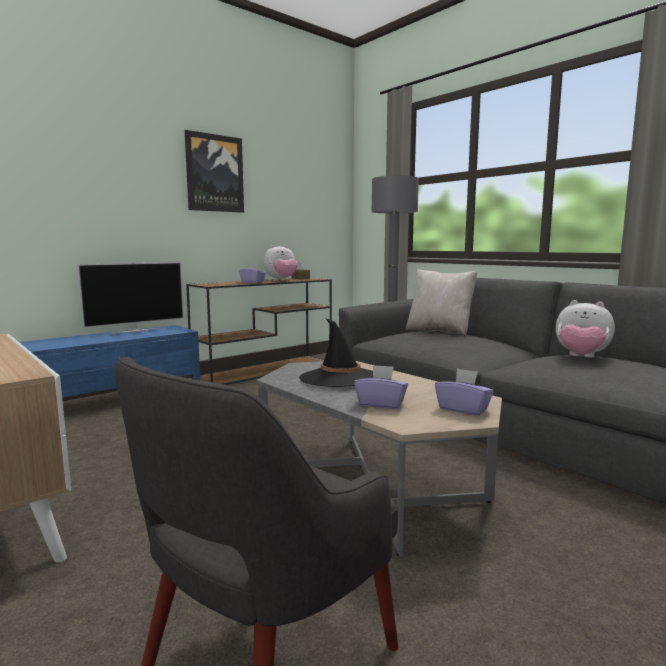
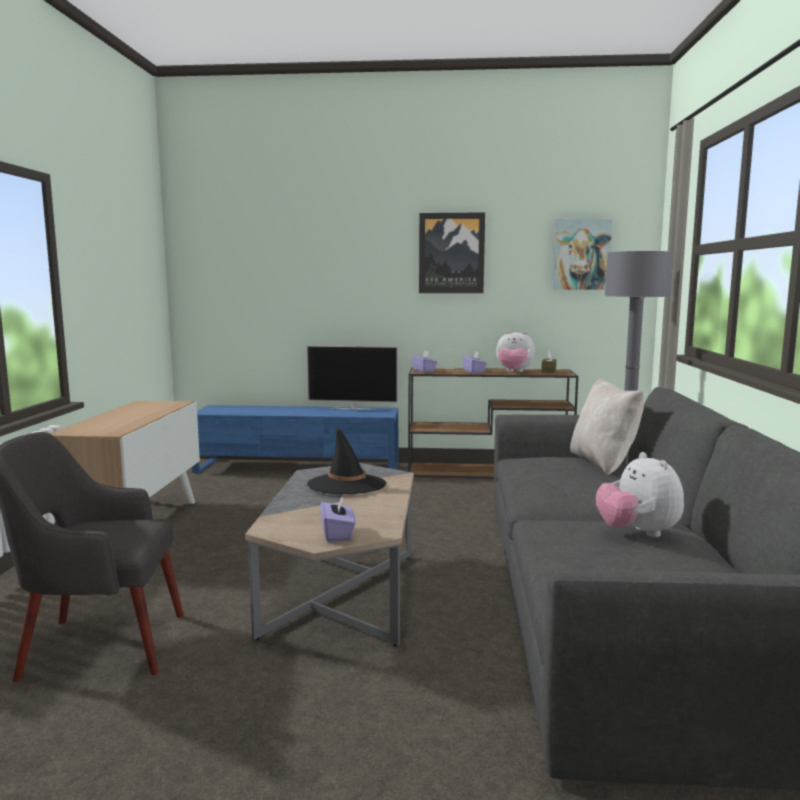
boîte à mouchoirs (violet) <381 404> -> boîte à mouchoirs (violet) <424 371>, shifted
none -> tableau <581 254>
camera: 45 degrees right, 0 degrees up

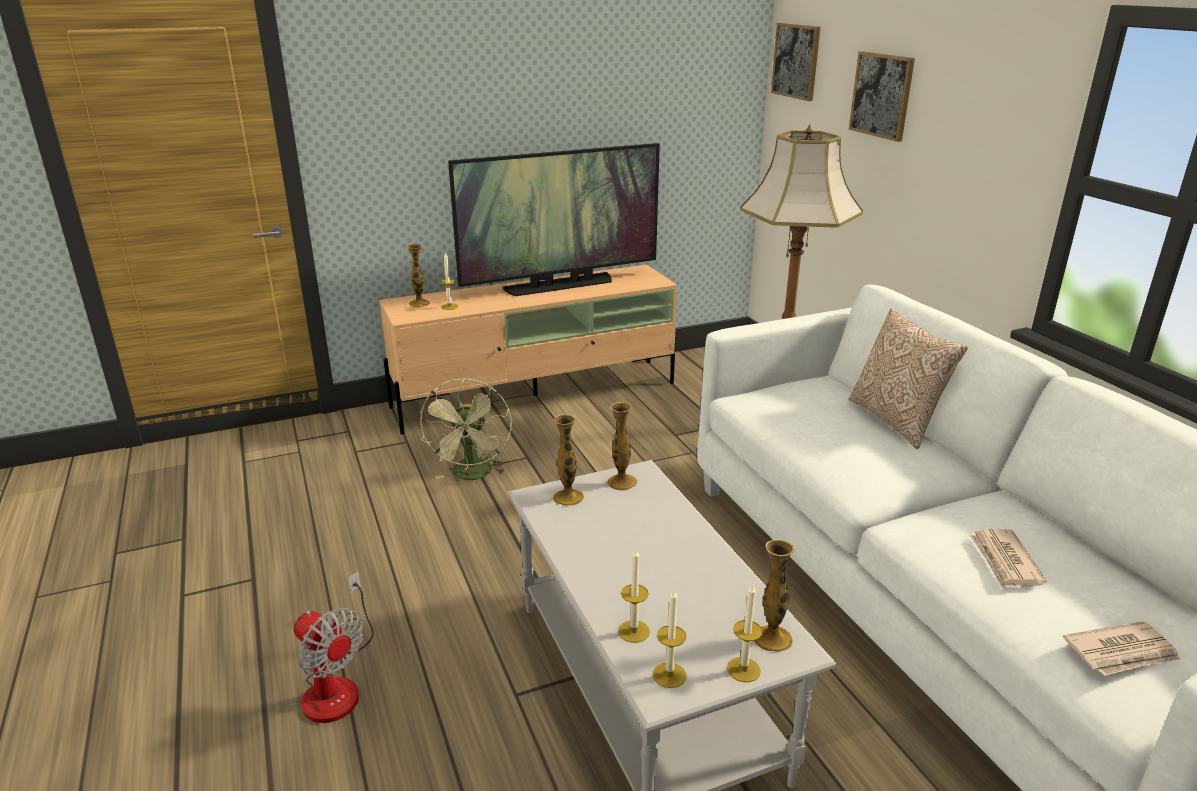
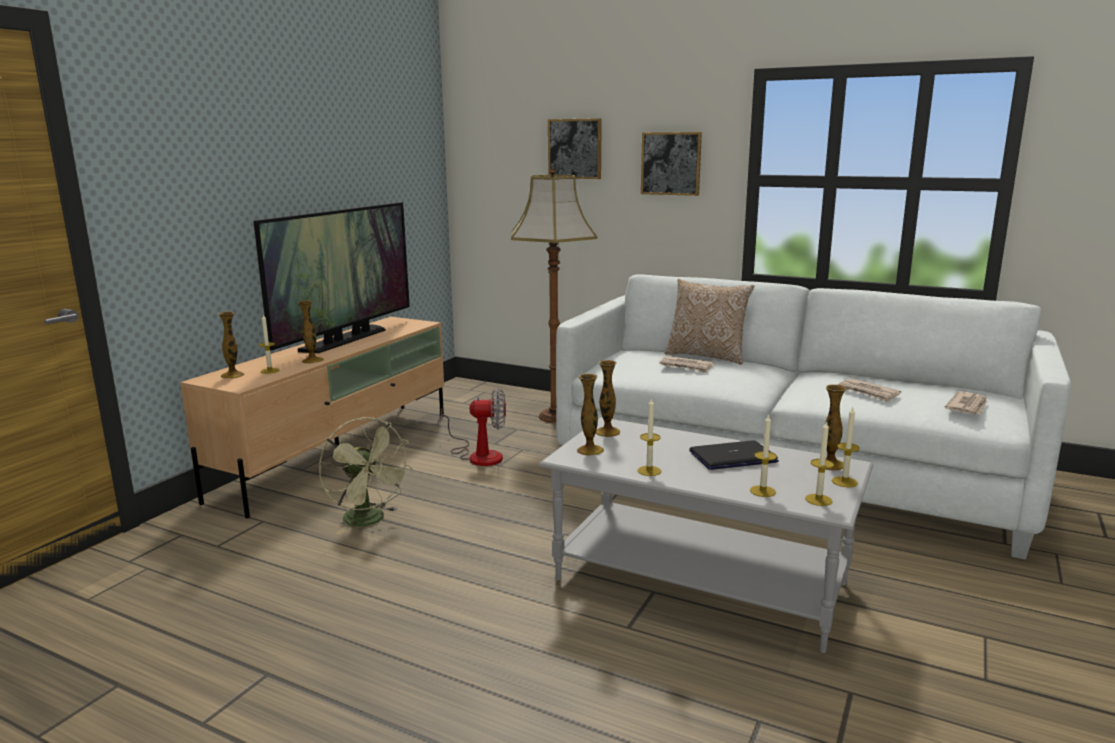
ventilateur <337 684> -> ventilateur <478 455>, shifted
tableau <796 61> -> tableau <671 163>, shifted
none -> vase <312 360>
none -> bougie <649 471>
none -> journal <686 366>
none -> ordinateur portable <732 457>
camera: 40 degrees left, 10 degrees down

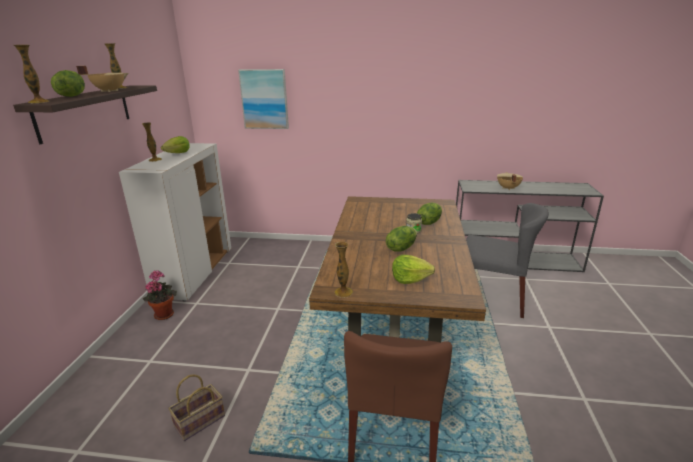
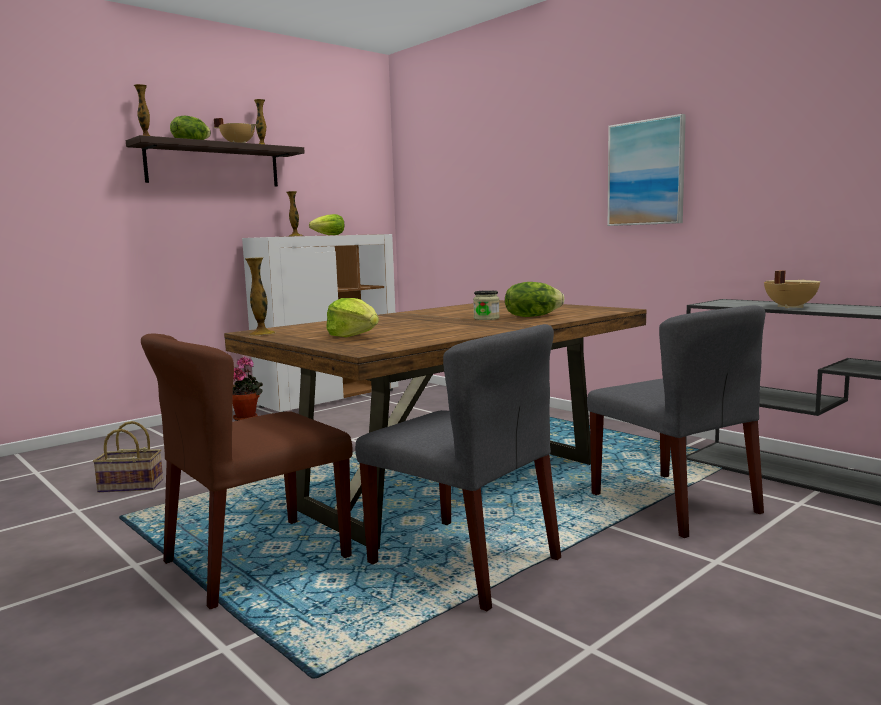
tableau <264 99> -> tableau <646 173>, shifted
laitue <401 248> -> none
none -> chaise (gris) <465 561>
camera: 40 degrees right, 15 degrees down

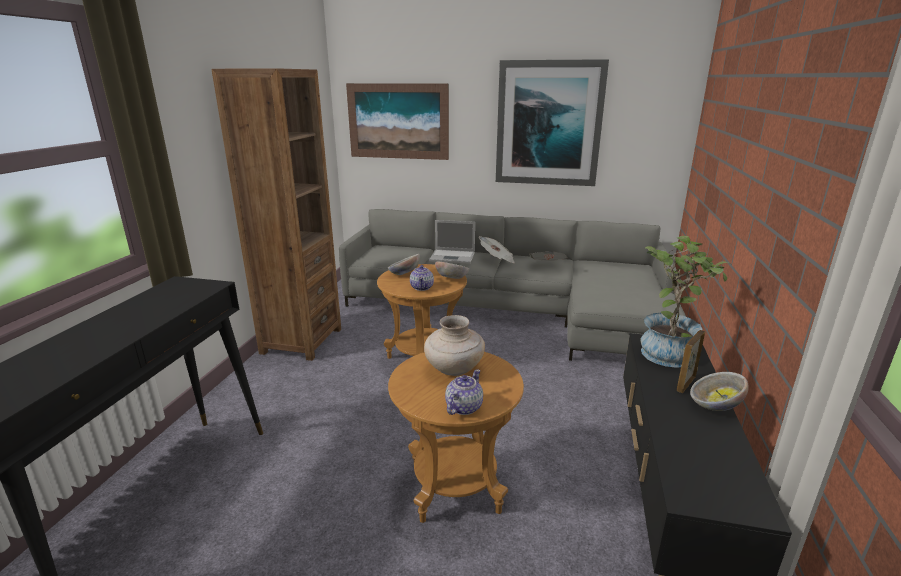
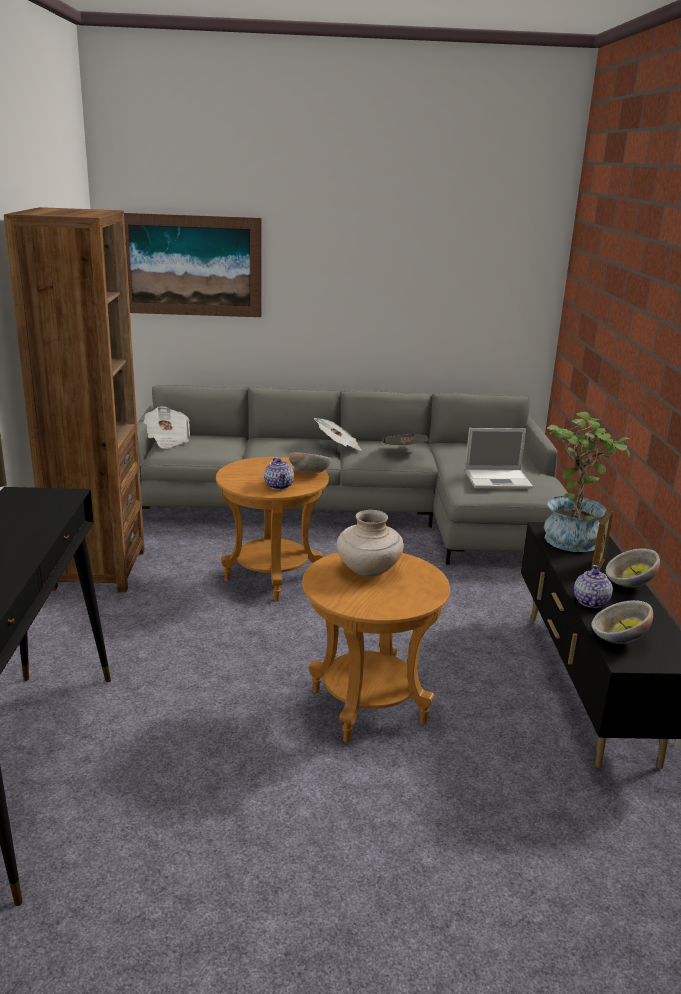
bol <404 274> -> bol <618 639>, shifted
ordinateur portable <453 257> -> ordinateur portable <499 479>, shifted
théière <463 407> -> théière <590 602>, shifted
tableau <548 124> -> none
none -> journal <167 440>
camera: 15 degrees left, 0 degrees up

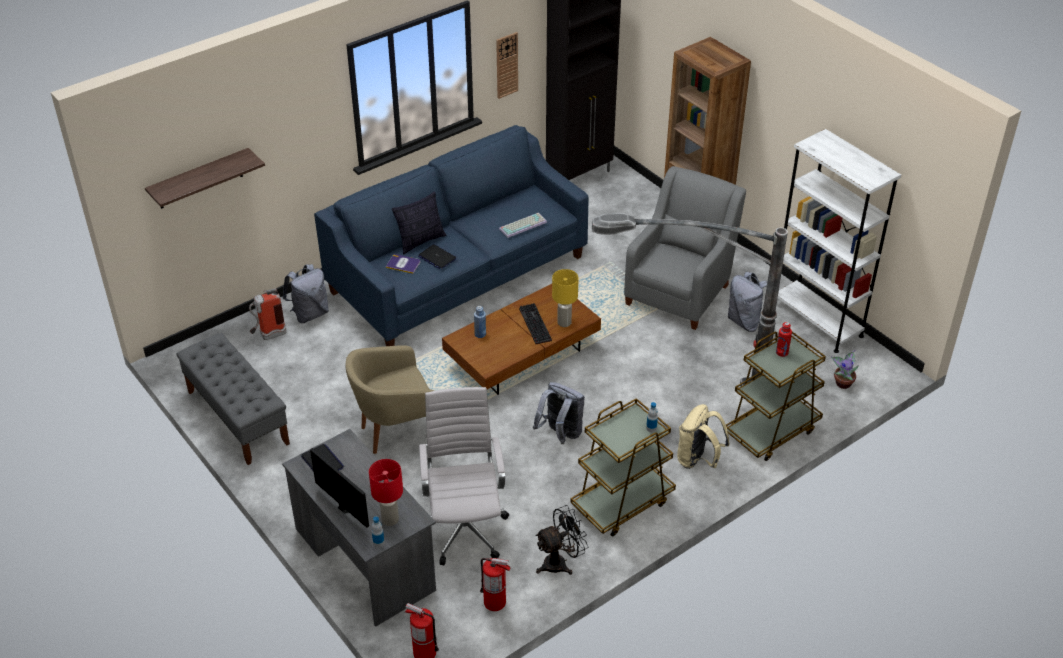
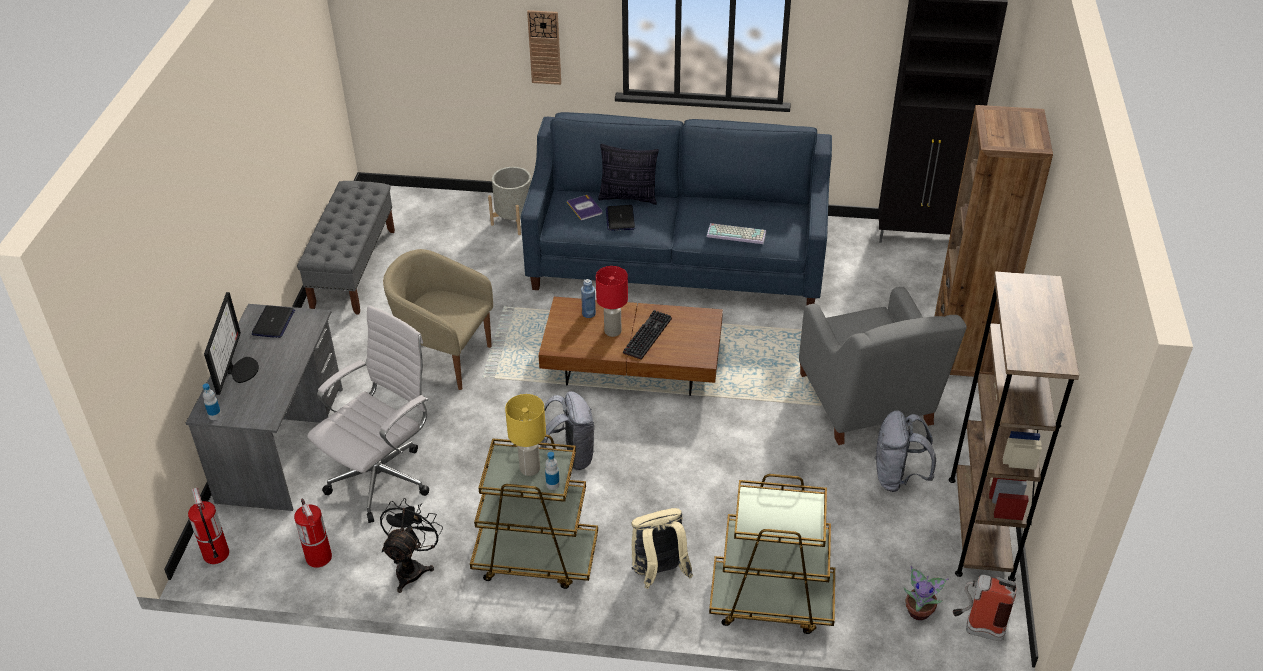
étagère <199 179> -> none
extincteur <268 336> -> extincteur <976 629>, shifted
sac à dos (gris) <309 314> -> cache-pot (gris) <514 221>
lampe de table (rouge) <390 519> -> lampe de table (rouge) <613 331>, shifted
horloge murale <506 65> -> horloge murale <544 47>, shifted
ventilateur (noir) <560 562> -> ventilateur (noir) <412 567>, 90 degrees counterclockwise
lampe de table (jaune) <564 323> -> lampe de table (jaune) <530 469>, shifted
lampadaire <679 390> -> none
fauteuil (gris) <679 291> -> fauteuil (gris) <867 403>, 90 degrees clockwise
bouteille (rouge) <782 352> -> none
bibliothèque (blanc) <816 320> -> bibliothèque (marron) <980 527>
camera: 45 degrees right, 0 degrees up

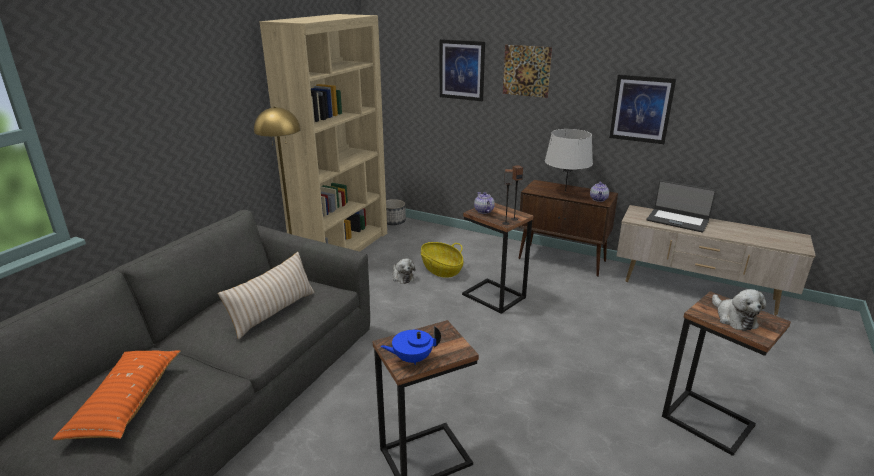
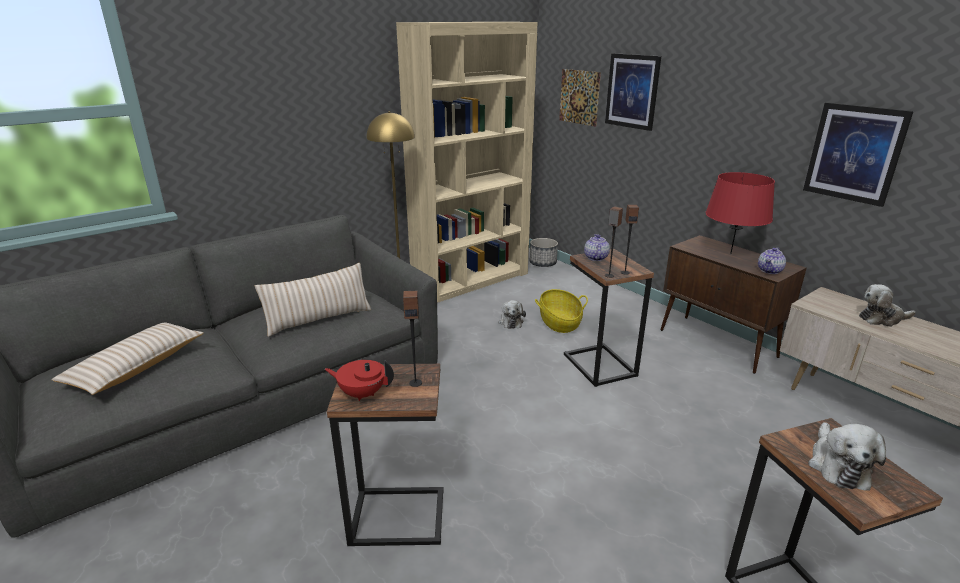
coussin (orange) <126 402> -> coussin (beige) <136 367>
théière (bleu) <412 359> -> théière (rouge) <362 393>
tableau <526 71> -> tableau <579 97>, shifted
lampe de table (gris) <565 191> -> lampe de table (rouge) <730 254>
ordinateur portable <677 220> -> peluche <882 319>
none -> enceinte <415 383>
camera: 25 degrees right, 0 degrees up

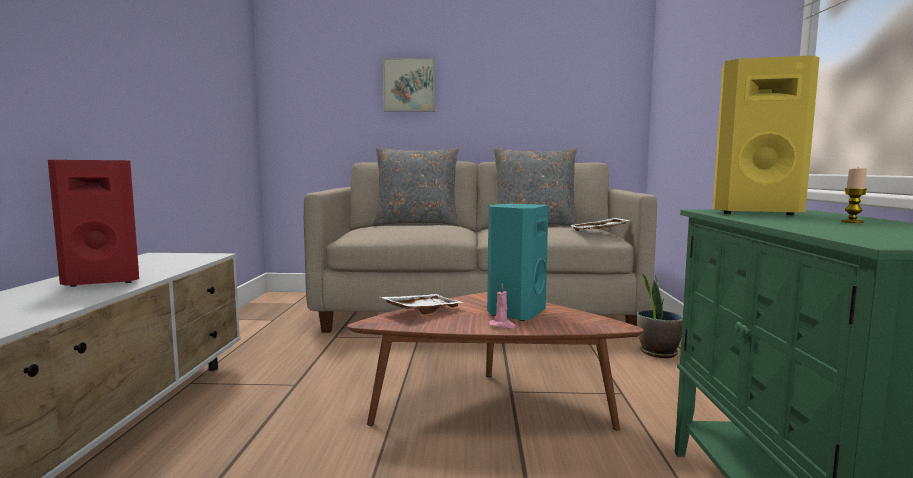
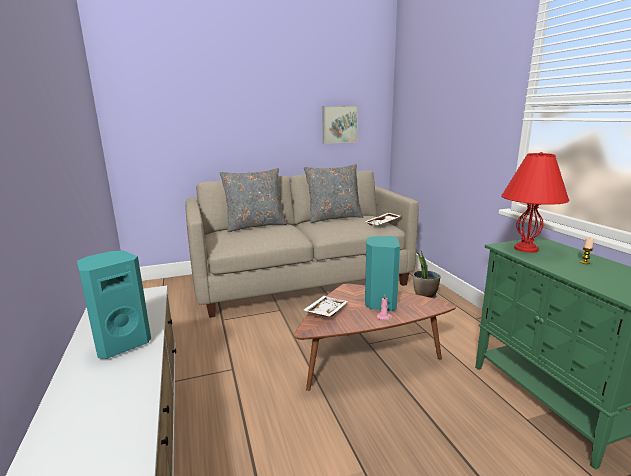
enceinte (rouge) <105 281> -> enceinte (turquoise) <121 344>
tableau <409 85> -> tableau <339 124>, shifted
enceinte (jaune) <752 212> -> lampe de table (rouge) <526 248>
camera: 20 degrees left, 10 degrees up

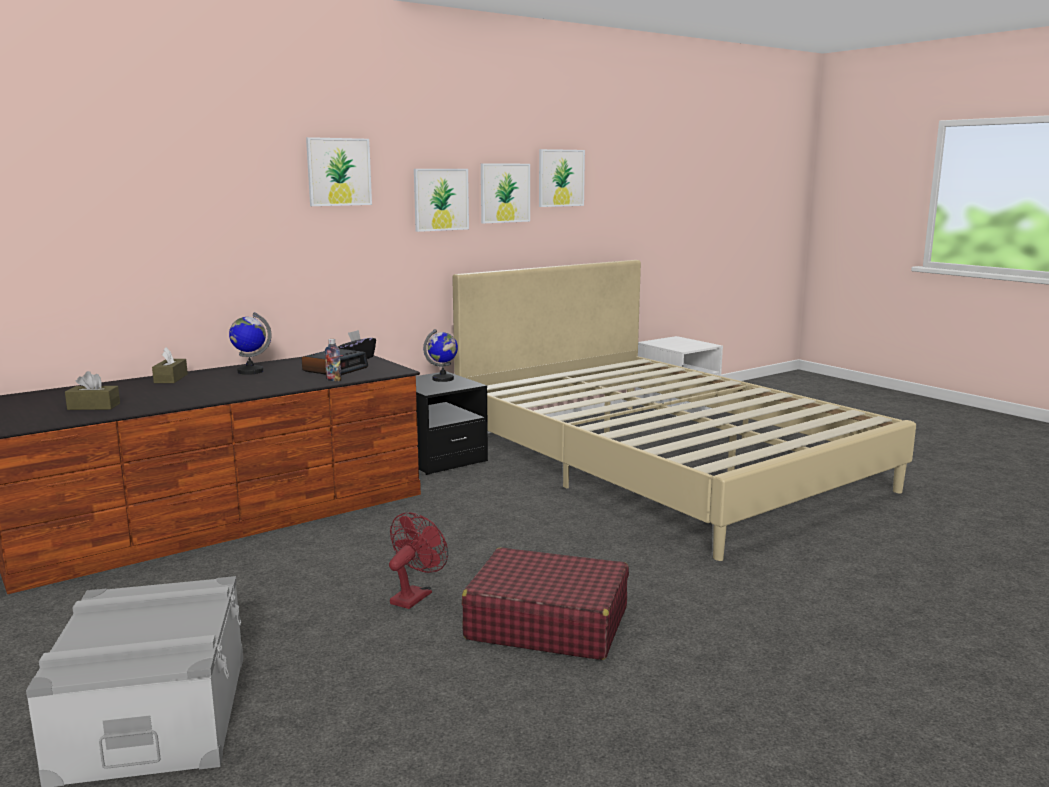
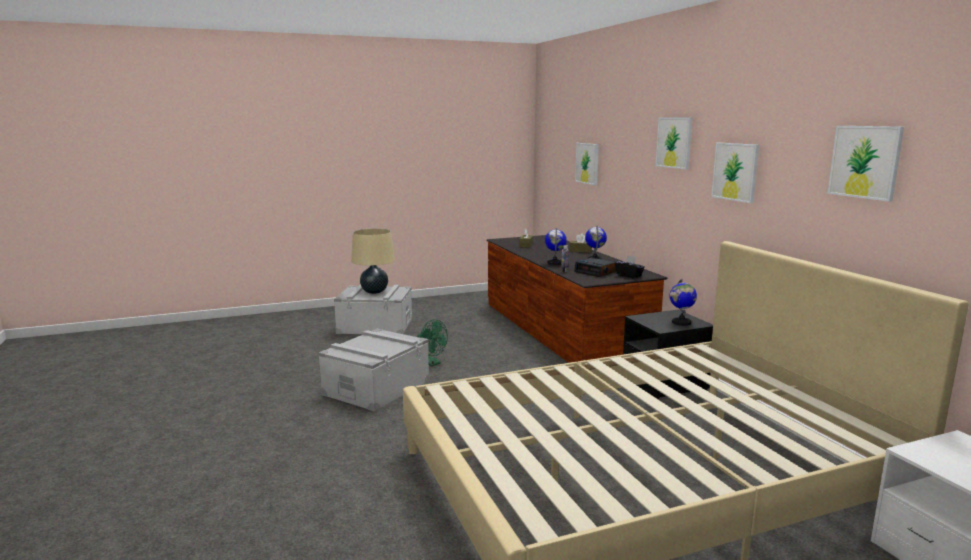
ventilateur (rouge) <414 596> -> ventilateur (vert) <432 363>
valise (rouge) <547 623> -> boîte de rangement (gris) <376 387>
tableau <504 193> -> tableau <587 163>, shifted
none -> lampe de table (beige) <374 292>
none -> globe <555 263>
camera: 105 degrees right, 0 degrees up

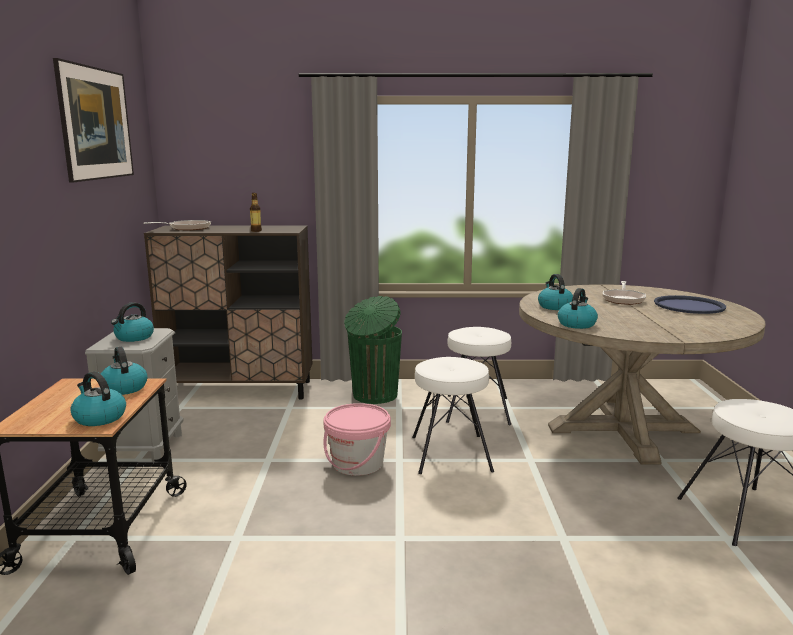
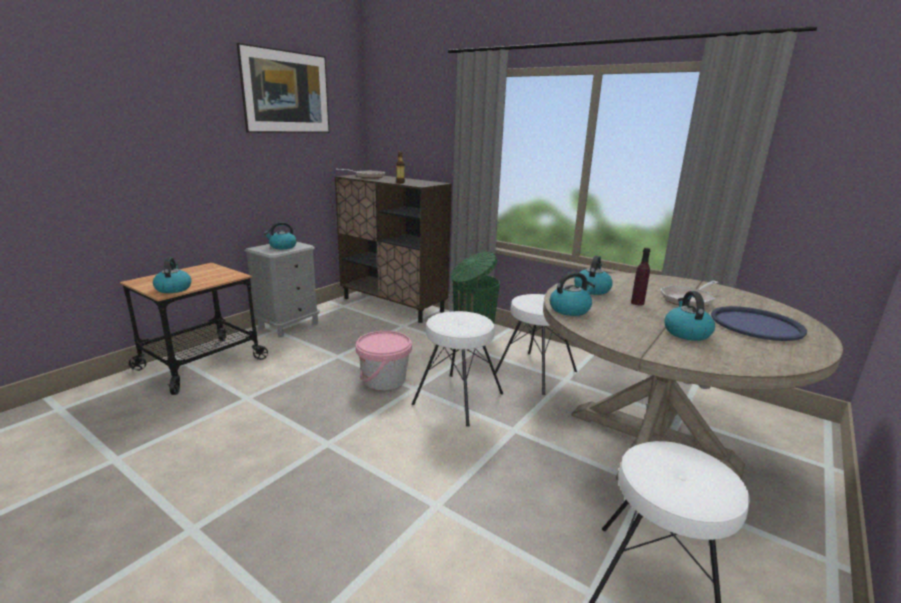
bouilloire <123 388> -> bouilloire <686 332>, shifted
none -> bouteille (violet) <637 303>
camera: 35 degrees right, 5 degrees up

